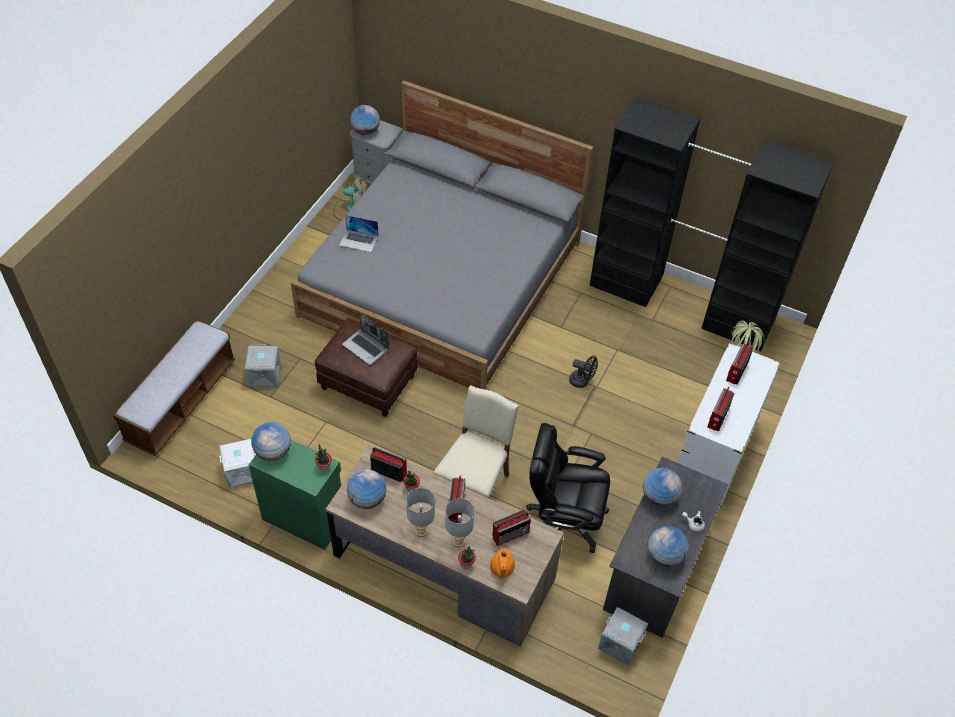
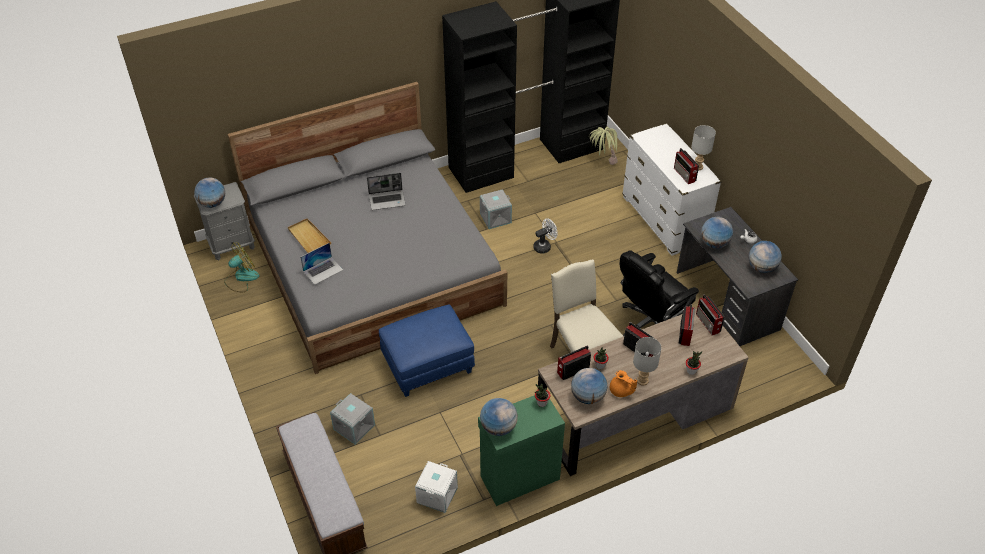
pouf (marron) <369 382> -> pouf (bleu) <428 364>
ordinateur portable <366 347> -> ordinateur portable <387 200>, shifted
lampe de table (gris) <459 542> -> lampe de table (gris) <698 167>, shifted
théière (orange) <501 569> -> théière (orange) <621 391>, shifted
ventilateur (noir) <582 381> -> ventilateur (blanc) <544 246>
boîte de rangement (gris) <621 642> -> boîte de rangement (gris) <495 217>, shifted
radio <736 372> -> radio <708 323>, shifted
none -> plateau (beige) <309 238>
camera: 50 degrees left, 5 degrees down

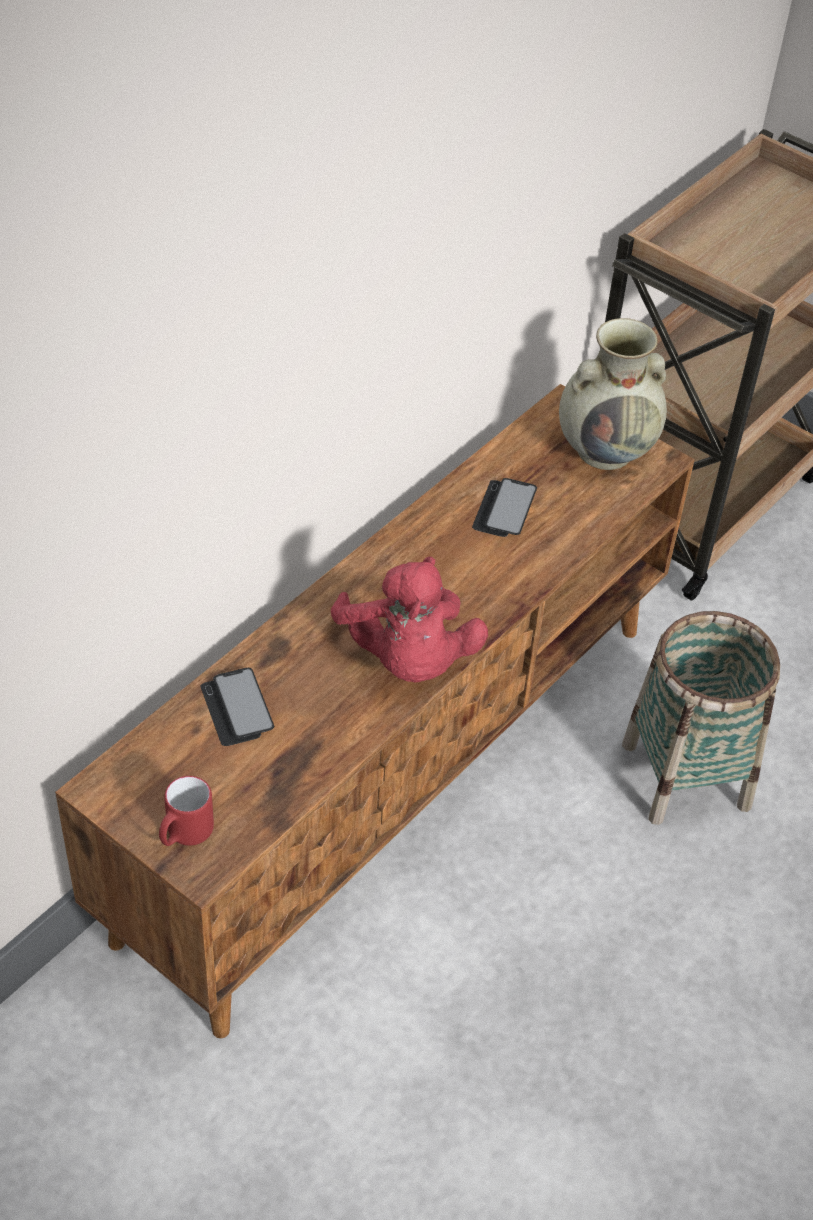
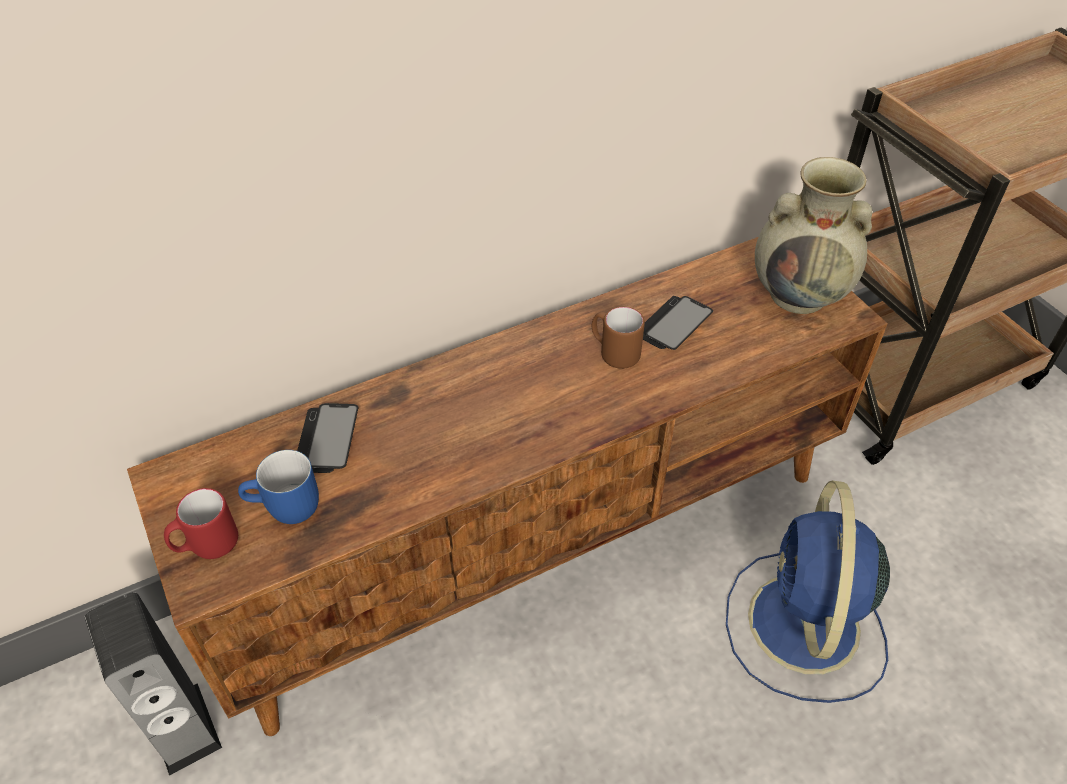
peluche (rouge) <407 659> -> none
panier <686 775> -> ventilateur (bleu) <803 628>
none -> enceinte <183 727>
none -> mug (bleu) <285 509>
none -> mug (marron) <614 353>
camera: 25 degrees right, 0 degrees up

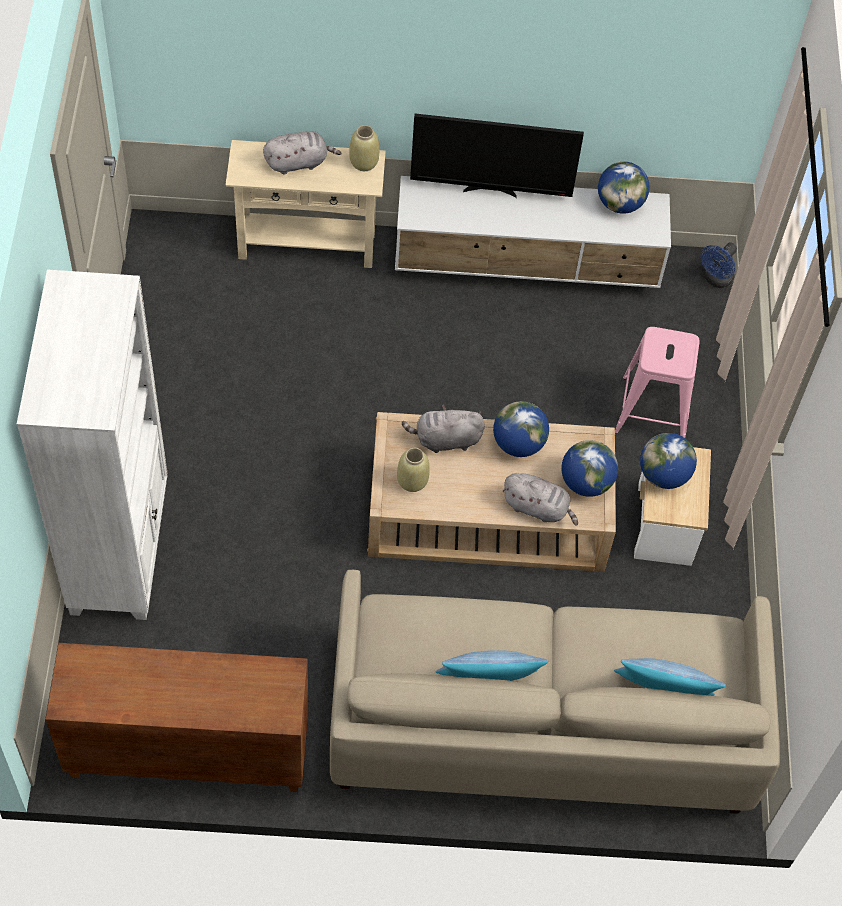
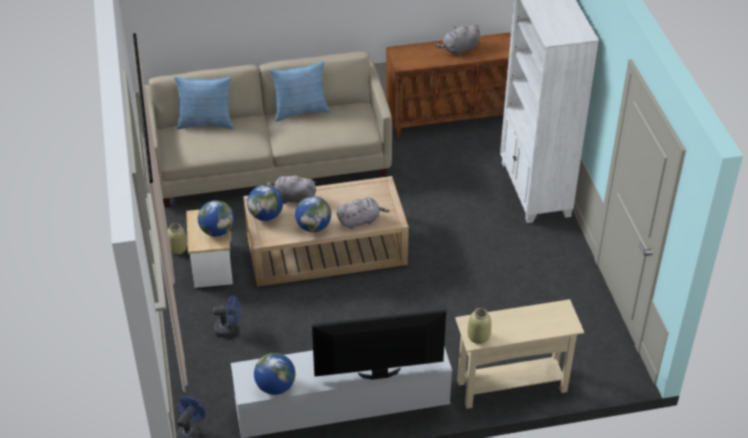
peluche (gris) <298 162> -> peluche (gris) <459 49>, shifted
vase (beige) <412 481> -> vase (beige) <178 249>, shifted
tabouret (rose) <652 410> -> ventilateur (bleu) <228 329>
camera: 170 degrees right, 15 degrees down

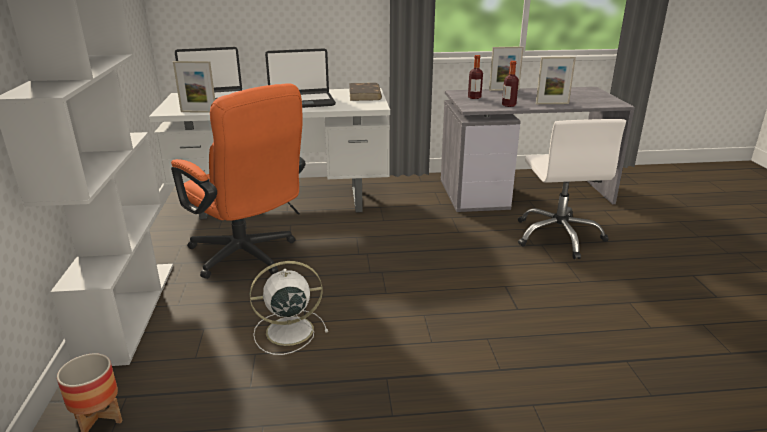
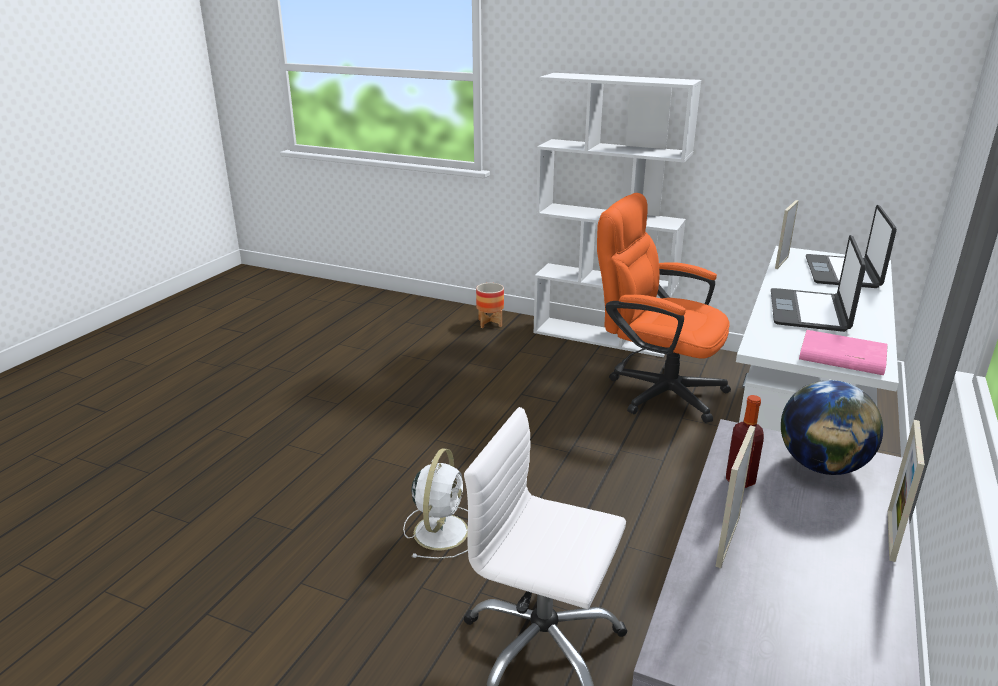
chaise de bureau (orange) <248 257> -> chaise de bureau (orange) <655 390>, 45 degrees clockwise
ventilateur (blanc) <287 331> -> ventilateur (blanc) <441 530>, shifted
livre (marron) <365 95> -> livre (rose) <841 357>
bouteille <474 97> -> globe <821 466>
camera: 120 degrees right, 0 degrees up

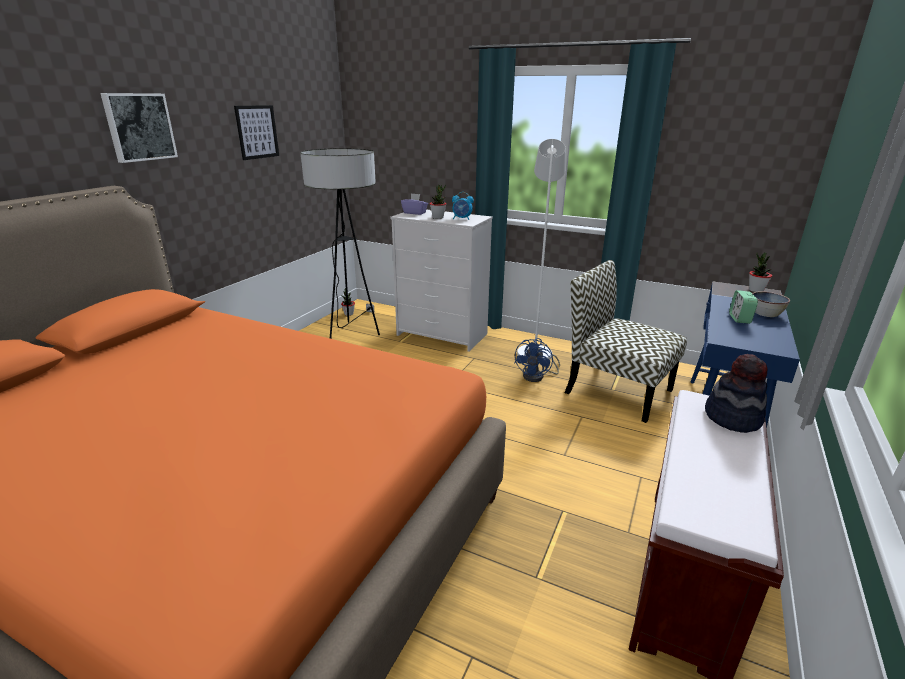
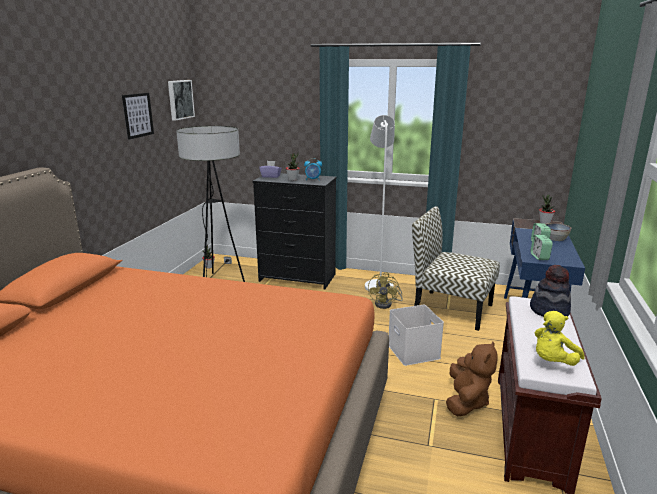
tableau <139 127> -> tableau <180 99>, shifted
commode (blanc) <443 334> -> commode (noir) <298 277>
ventilateur (bleu) <537 376> -> ventilateur (jaune) <386 304>
none -> boîte de rangement (blanc) <414 352>
none -> peluche (marron) <466 401>
none -> réveil <539 257>
none -> peluche (jaune) <552 362>
camera: 10 degrees left, 5 degrees down

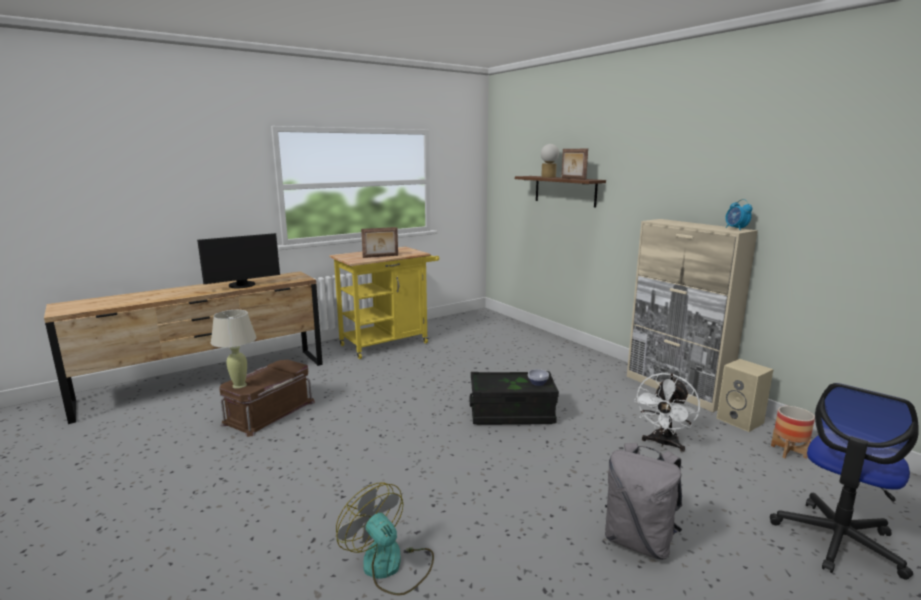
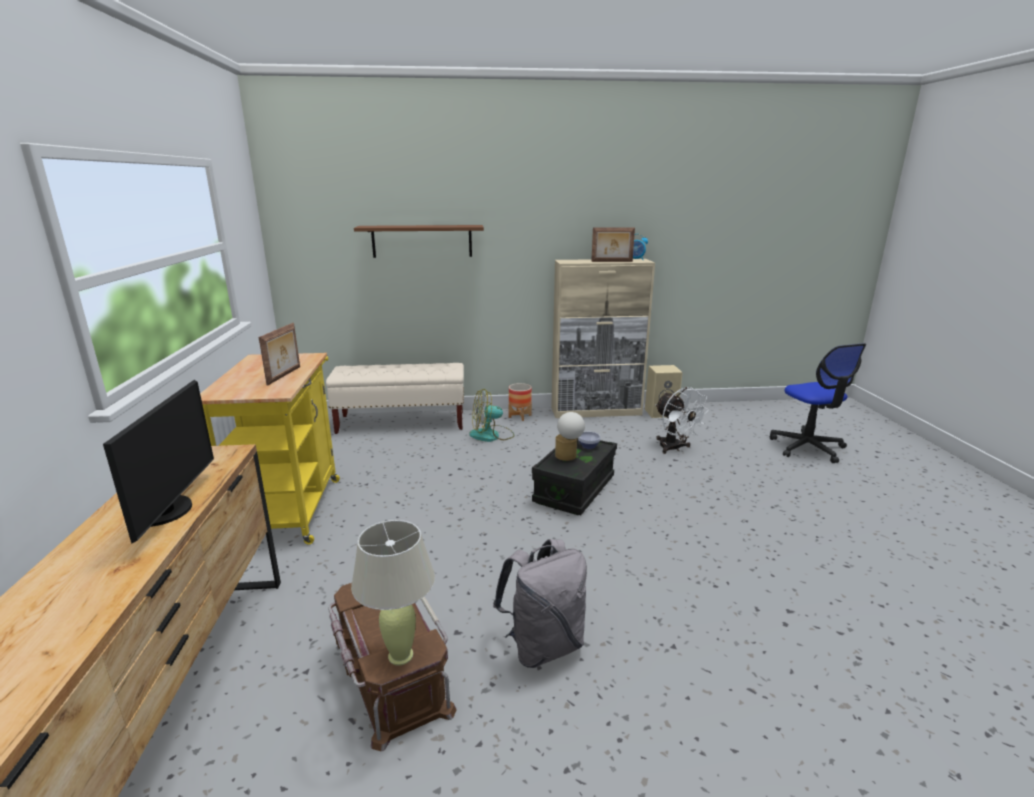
ventilateur <390 566> -> ventilateur <491 435>, shifted
lampe de table <548 177> -> lampe de table <568 457>, shifted
cadre photo <572 179> -> cadre photo <612 261>, shifted
sac à dos (gris) <639 541> -> sac à dos (gris) <543 645>, shifted
cache-pot <788 451> -> cache-pot <520 416>, shifted
none -> banc (beige) <401 423>
camera: 60 degrees left, 5 degrees up

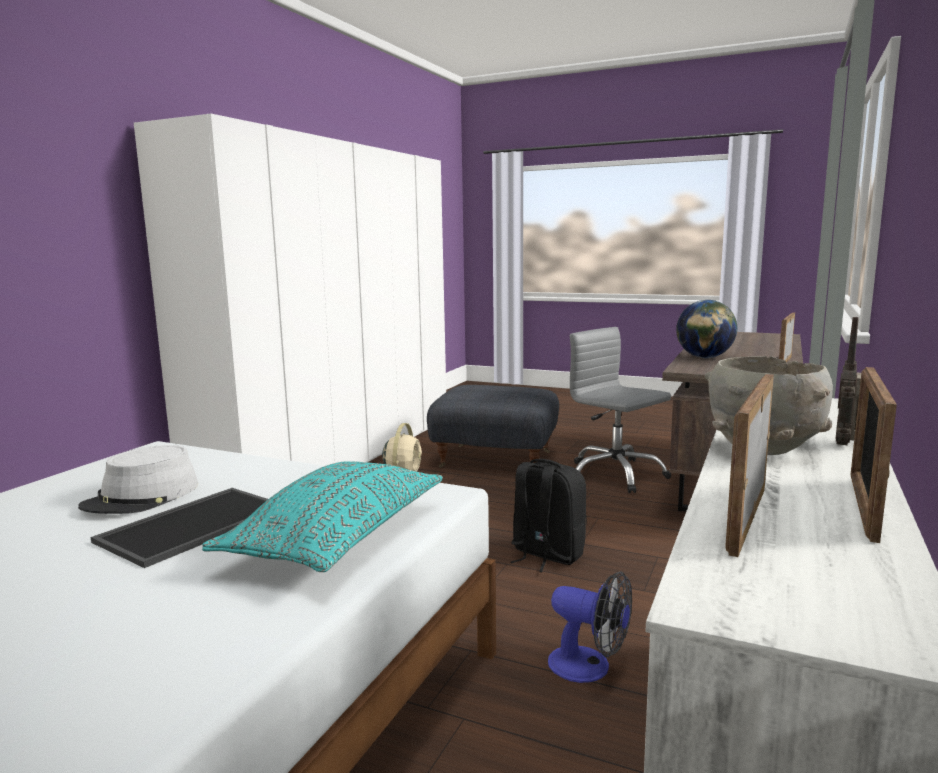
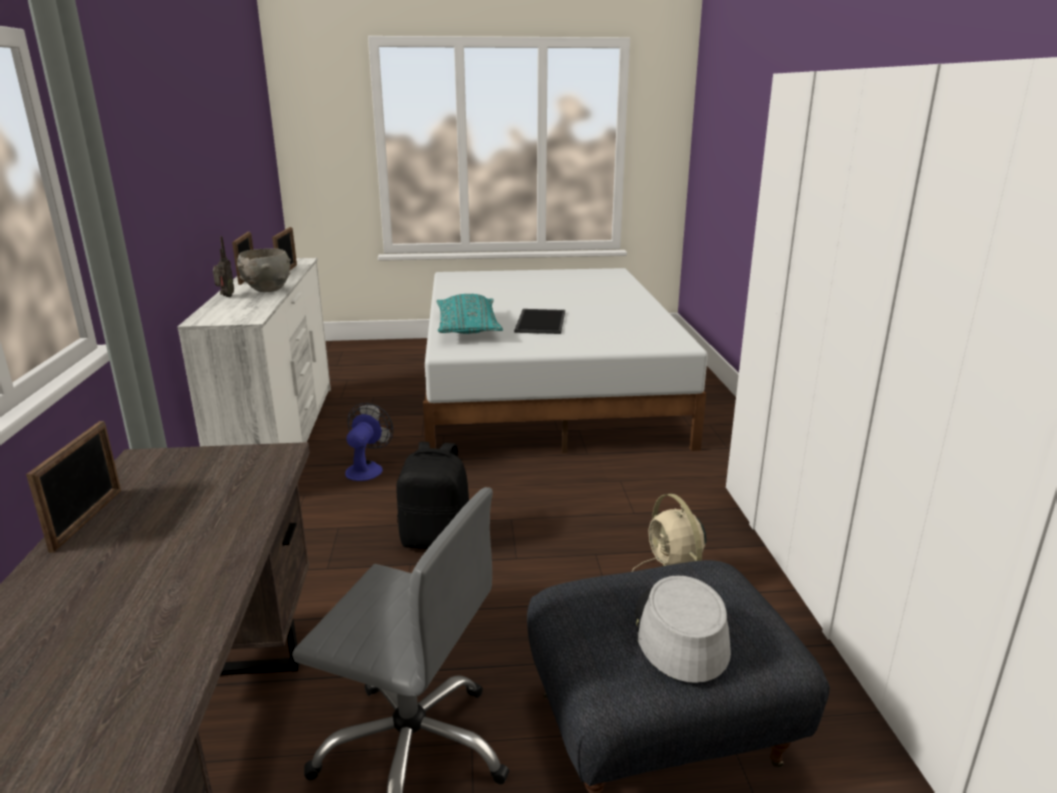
chapeau (gris) <142 497> -> chapeau (gris) <679 633>, shifted
ventilateur <589 667> -> ventilateur <367 468>, 105 degrees clockwise
globe <704 358> -> none
camera: 150 degrees right, 10 degrees up

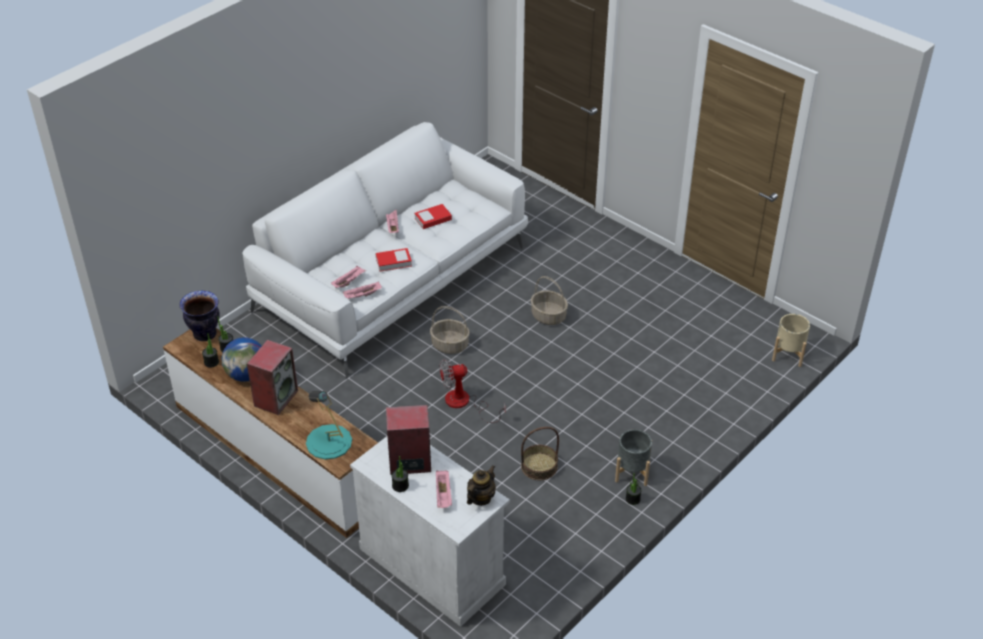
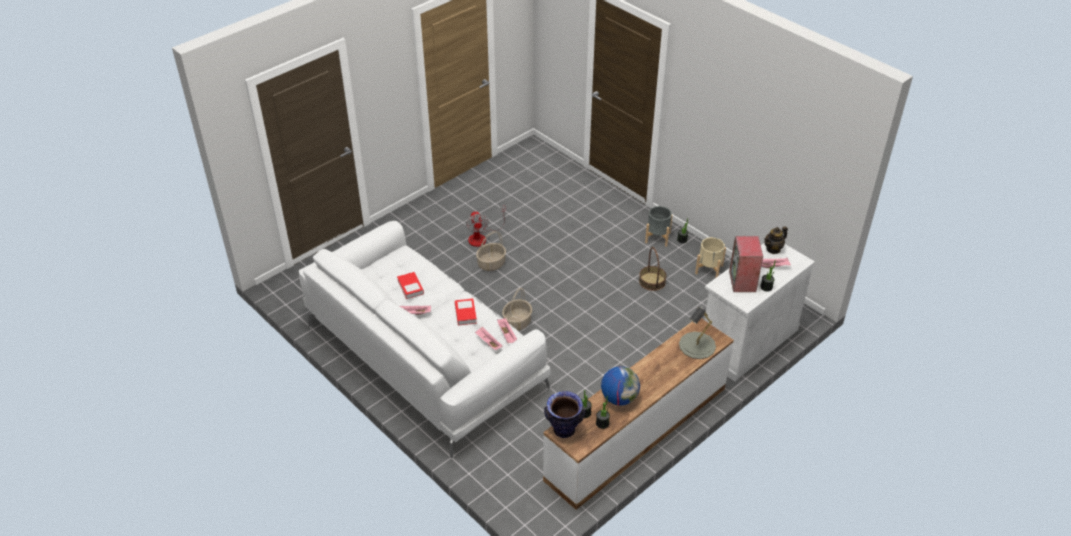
enceinte <276 397> -> none
lampe de table (turquoise) <328 442> -> lampe de table (gris) <697 345>
ventilateur <464 403> -> ventilateur <482 237>, shifted
théière <480 498> -> théière <773 249>, 75 degrees counterclockwise
cache-pot (beige) <788 354> -> cache-pot (beige) <709 269>, shifted
camera: 85 degrees left, 0 degrees up

